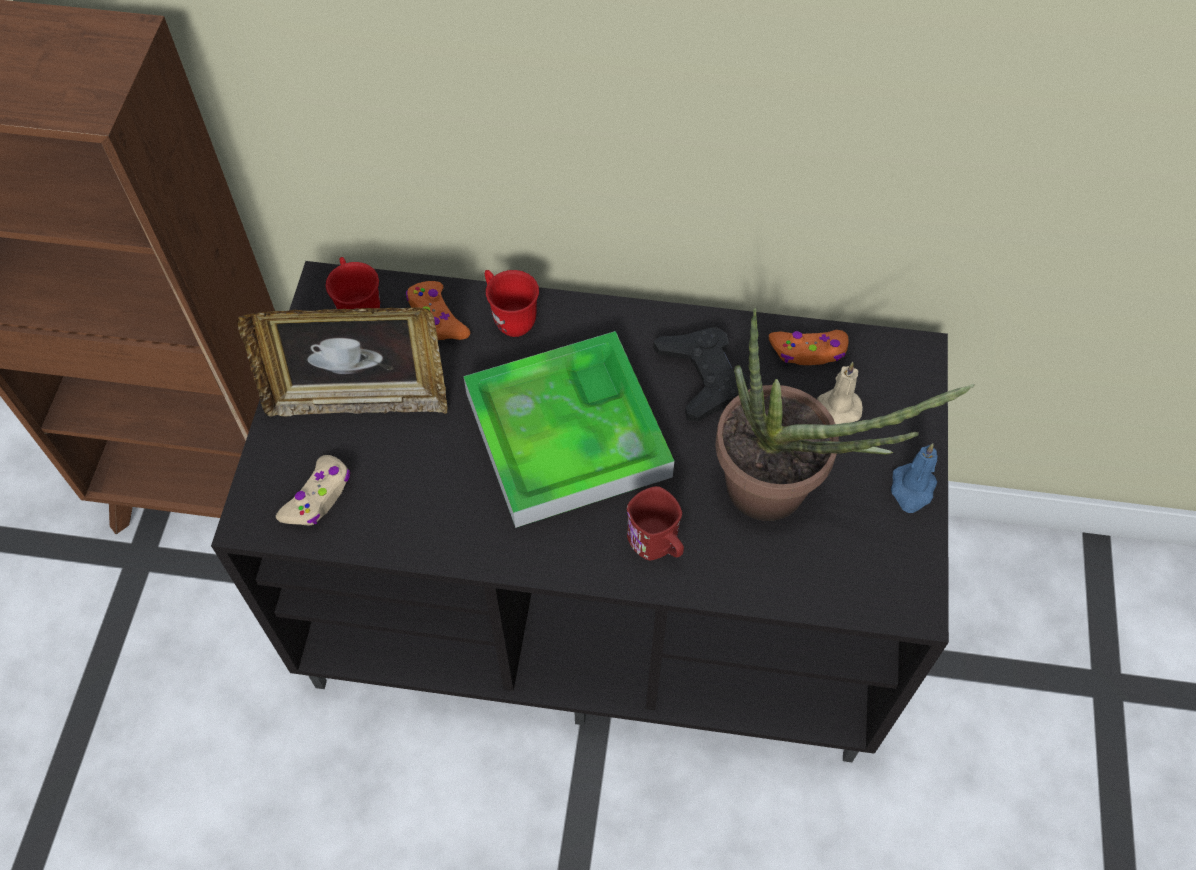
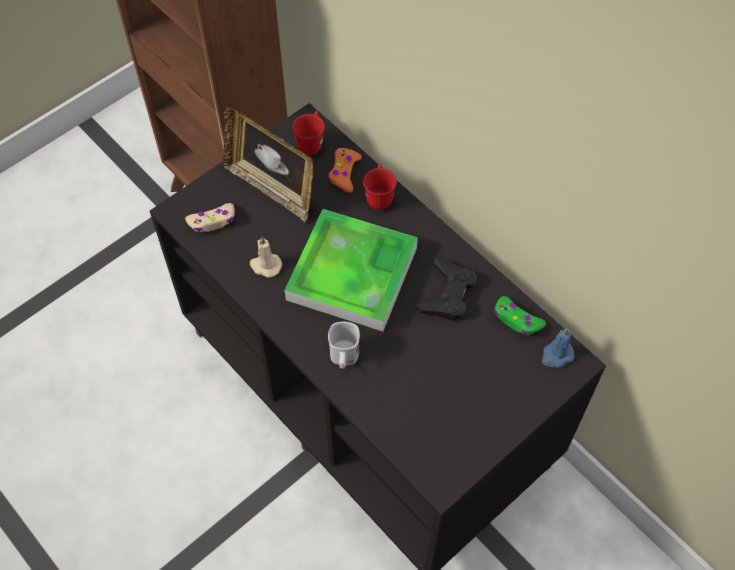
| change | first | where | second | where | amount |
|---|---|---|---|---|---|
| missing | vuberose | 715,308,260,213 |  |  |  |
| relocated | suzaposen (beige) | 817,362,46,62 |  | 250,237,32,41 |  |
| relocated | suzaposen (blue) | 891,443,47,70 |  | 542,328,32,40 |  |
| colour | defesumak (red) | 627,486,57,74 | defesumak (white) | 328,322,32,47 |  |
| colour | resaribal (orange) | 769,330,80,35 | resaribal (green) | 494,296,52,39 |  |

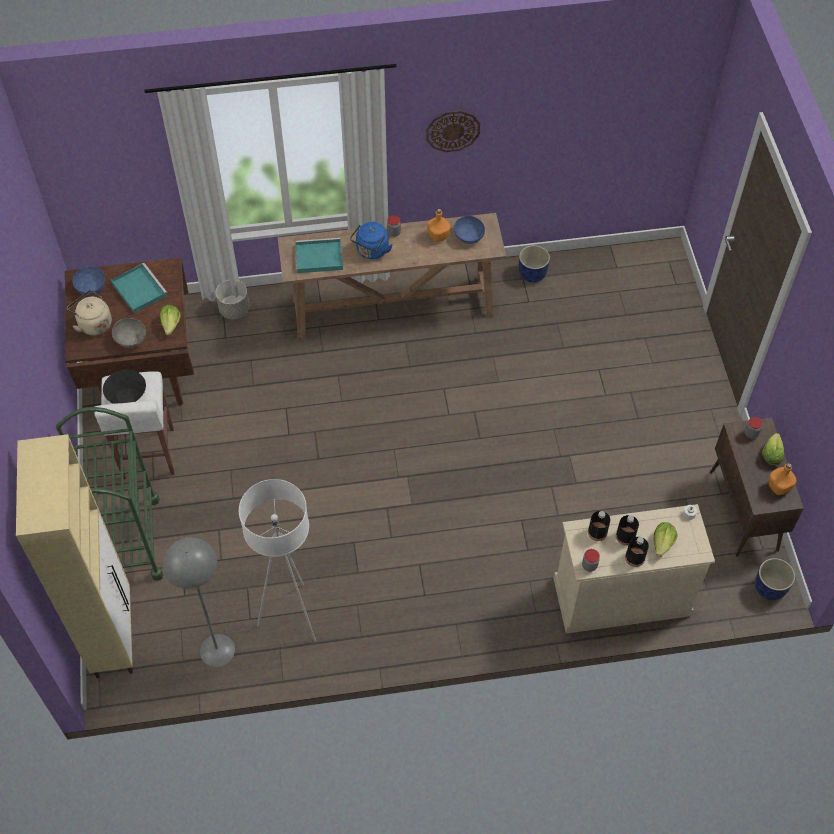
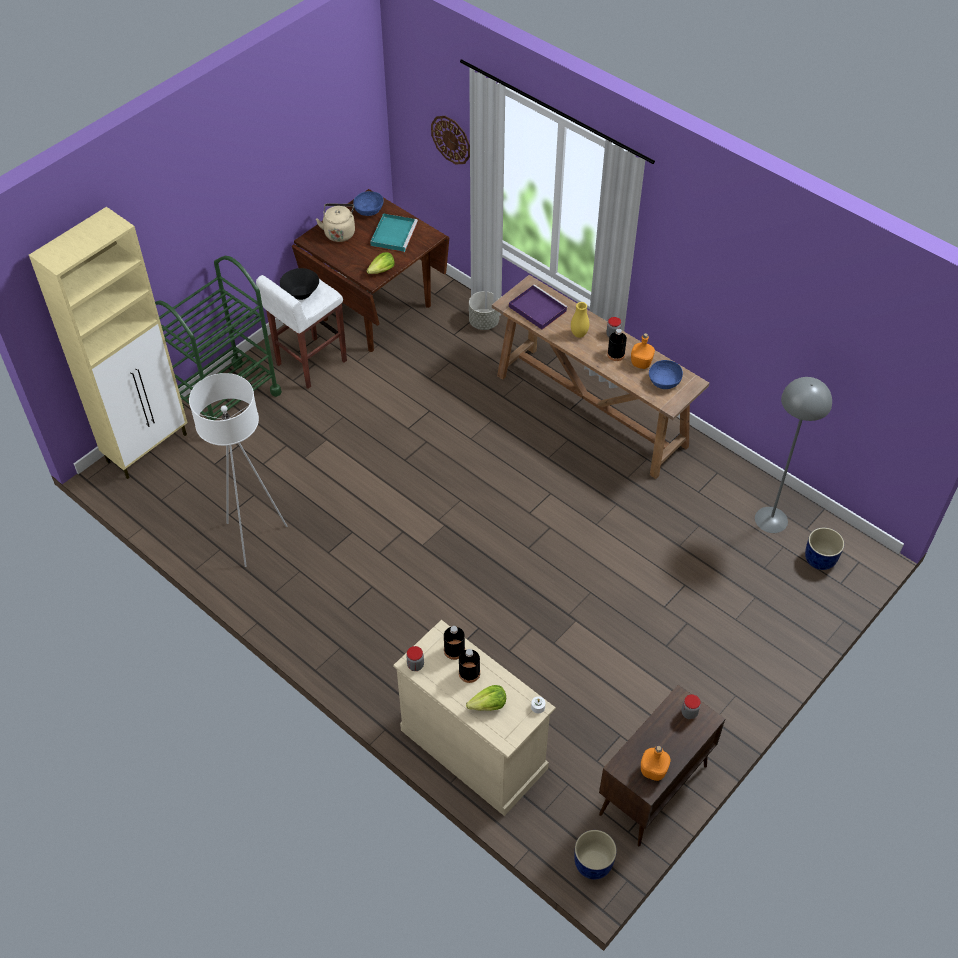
| change | first | where | second | where | amount |
|---|---|---|---|---|---|
| missing | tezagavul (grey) | 112,318,34,30 |  |  |  |
| missing | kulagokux | 762,433,22,32 |  |  |  |
| relocated | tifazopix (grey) | 163,537,72,130 |  | 755,377,77,156 |  |
| relocated | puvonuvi | 426,111,54,41 |  | 431,116,39,49 |  |
| relocated | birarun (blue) | 519,245,31,38 |  | 805,528,39,42 |  |
| relocated | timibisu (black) | 625,537,24,30 |  | 607,329,20,32 |  |
| exchanged | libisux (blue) | 350,222,42,37 | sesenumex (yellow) | 571,302,18,36 |  |
| colour | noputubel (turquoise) | 295,237,48,36 | noputubel (purple) | 509,284,59,46 |  |

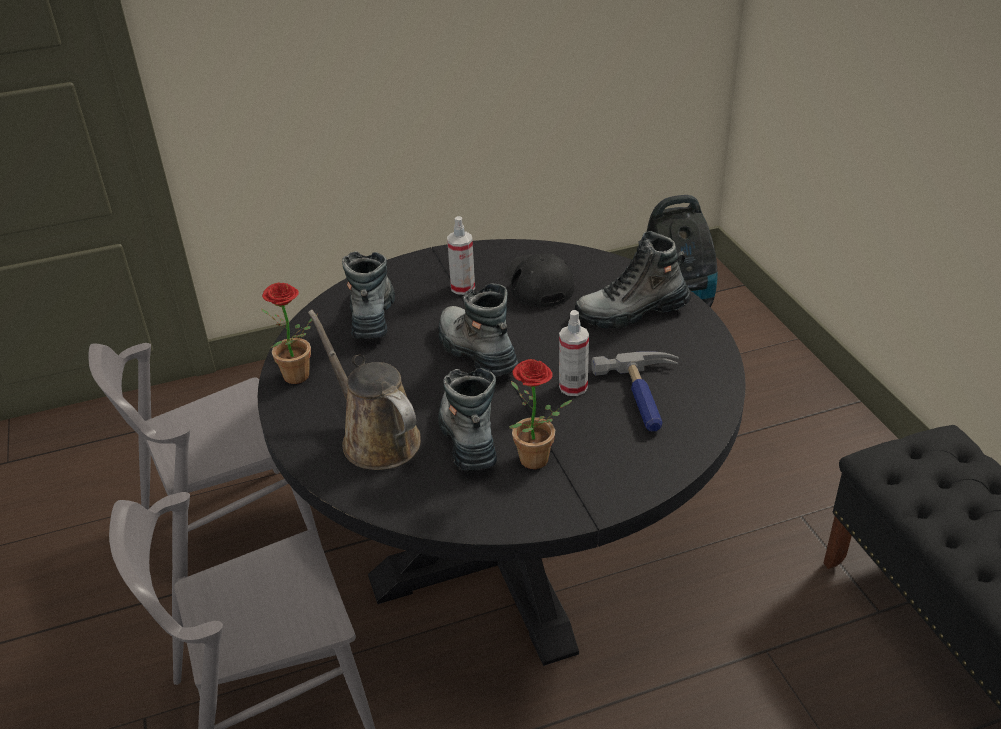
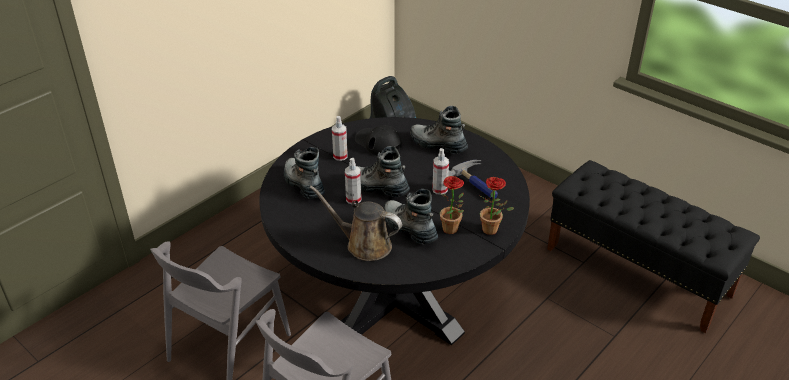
| change | first | where | second | where | amount |
|---|---|---|---|---|---|
| appeared |  |  | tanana | 345,158,17,46 |  |
| relocated | vuberose | 261,283,56,101 |  | 480,177,34,58 |  |
| spun | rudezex | 575,231,116,97 |  | 410,106,58,48 | 75 degrees clockwise |

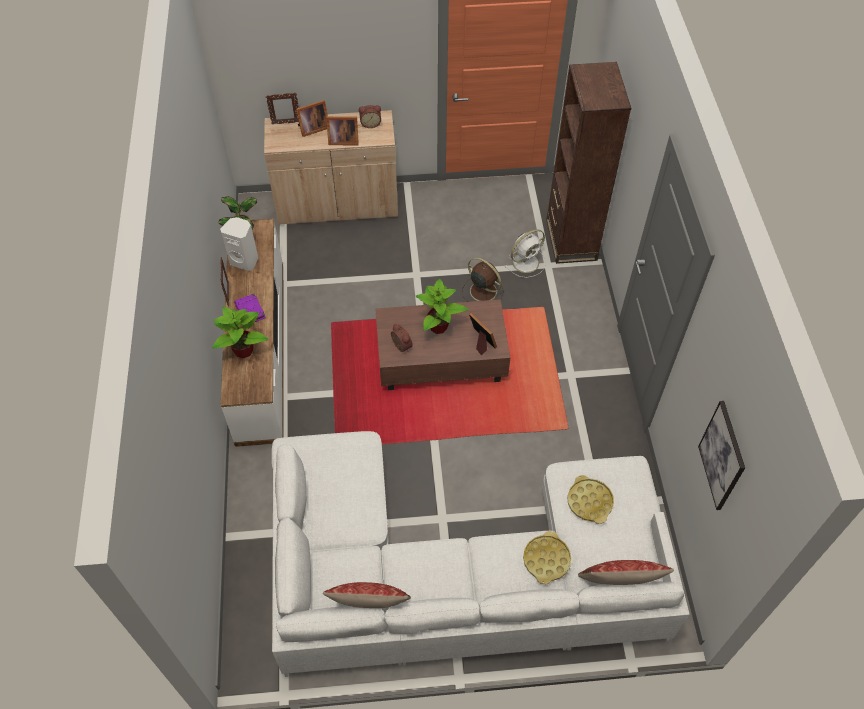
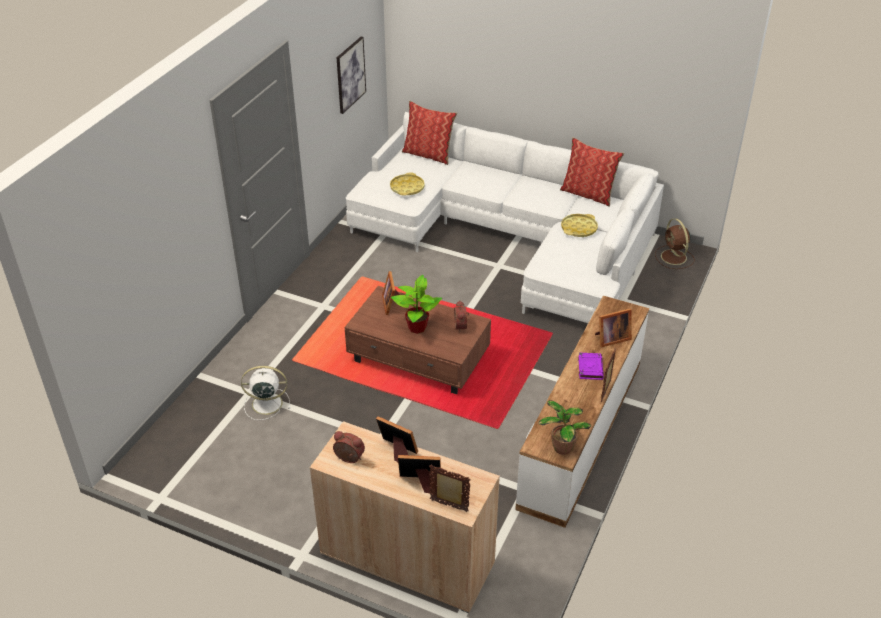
| change | first | where | second | where | amount |
|---|---|---|---|---|---|
| missing | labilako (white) | 220,217,38,54 |  |  |  |
| missing | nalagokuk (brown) | 546,62,85,202 |  |  |  |
| relocated | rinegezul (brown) | 462,257,42,45 |  | 655,218,40,51 |  |
| relocated | noputubel (yellow) | 523,531,49,53 |  | 561,214,37,23 |  |
| exchanged | vuberose | 212,307,56,52 | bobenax | 595,309,37,38 |  |

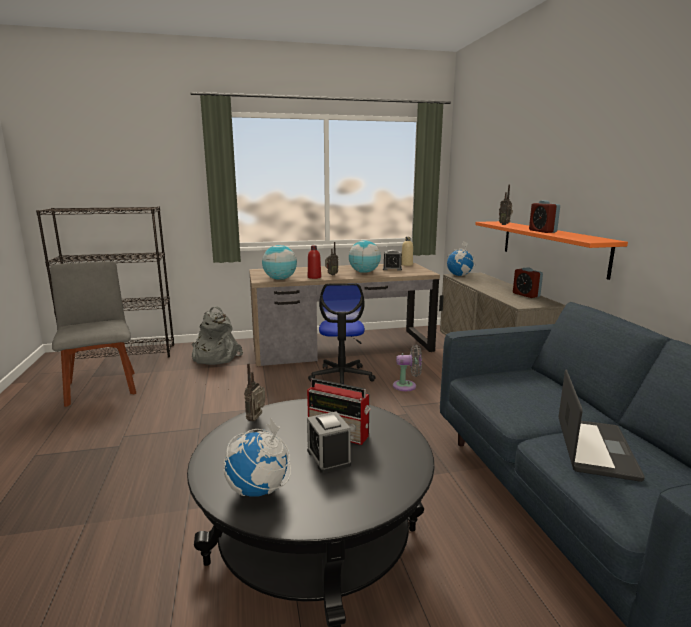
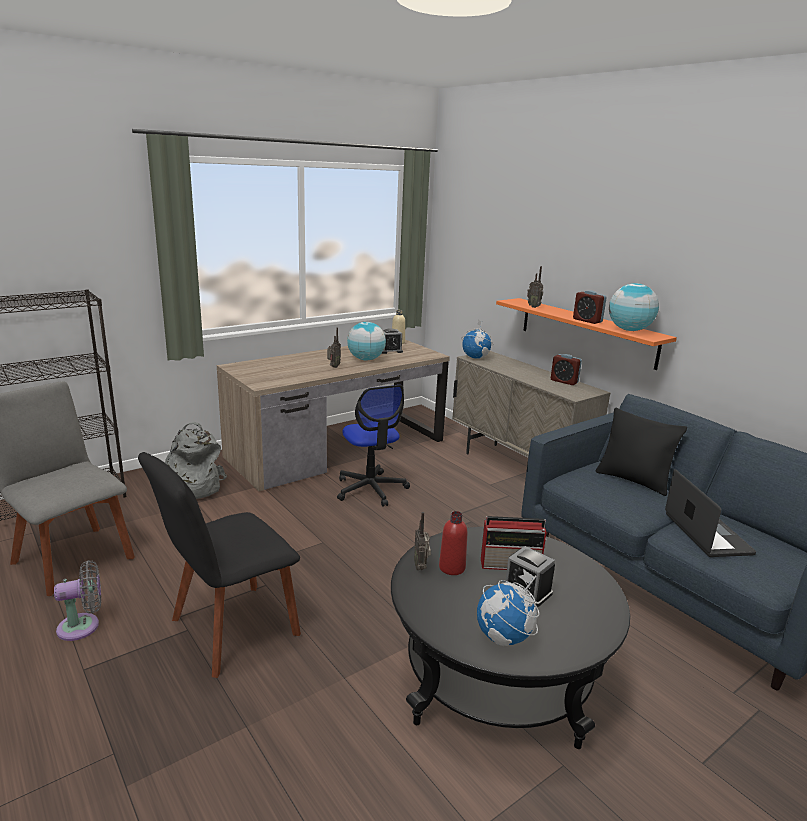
| change | first | where | second | where | amount |
|---|---|---|---|---|---|
| appeared |  |  | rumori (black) | 138,452,163,226 |  |
| appeared |  |  | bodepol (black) | 596,408,91,88 |  |
| relocated | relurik | 262,245,35,35 |  | 609,283,50,48 |  |
| relocated | timibisu (red) | 308,245,13,34 |  | 439,511,28,64 |  |
| relocated | rinegezul (grey) | 393,345,29,46 |  | 54,560,47,81 |  |

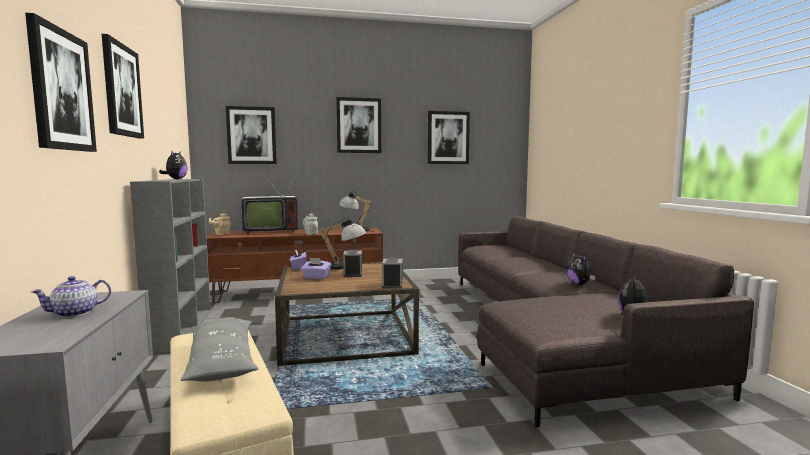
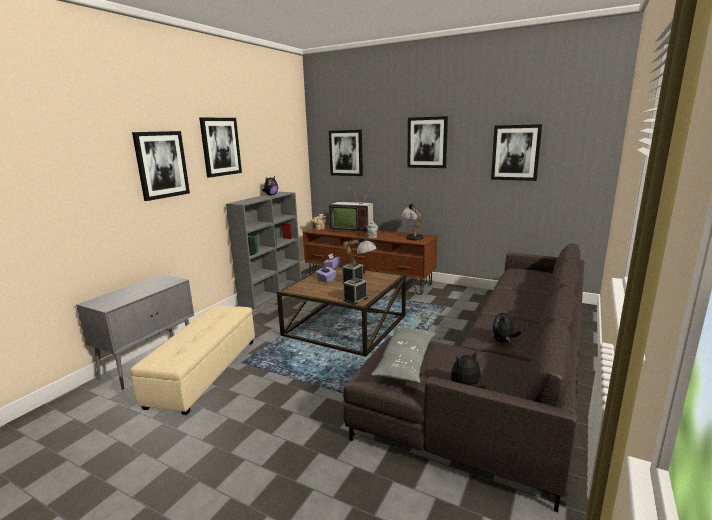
| change | first | where | second | where | amount |
|---|---|---|---|---|---|
| missing | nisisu | 31,276,80,42 |  |  |  |
| relocated | bodepol (grey) | 181,318,78,64 |  | 371,328,65,55 |  |

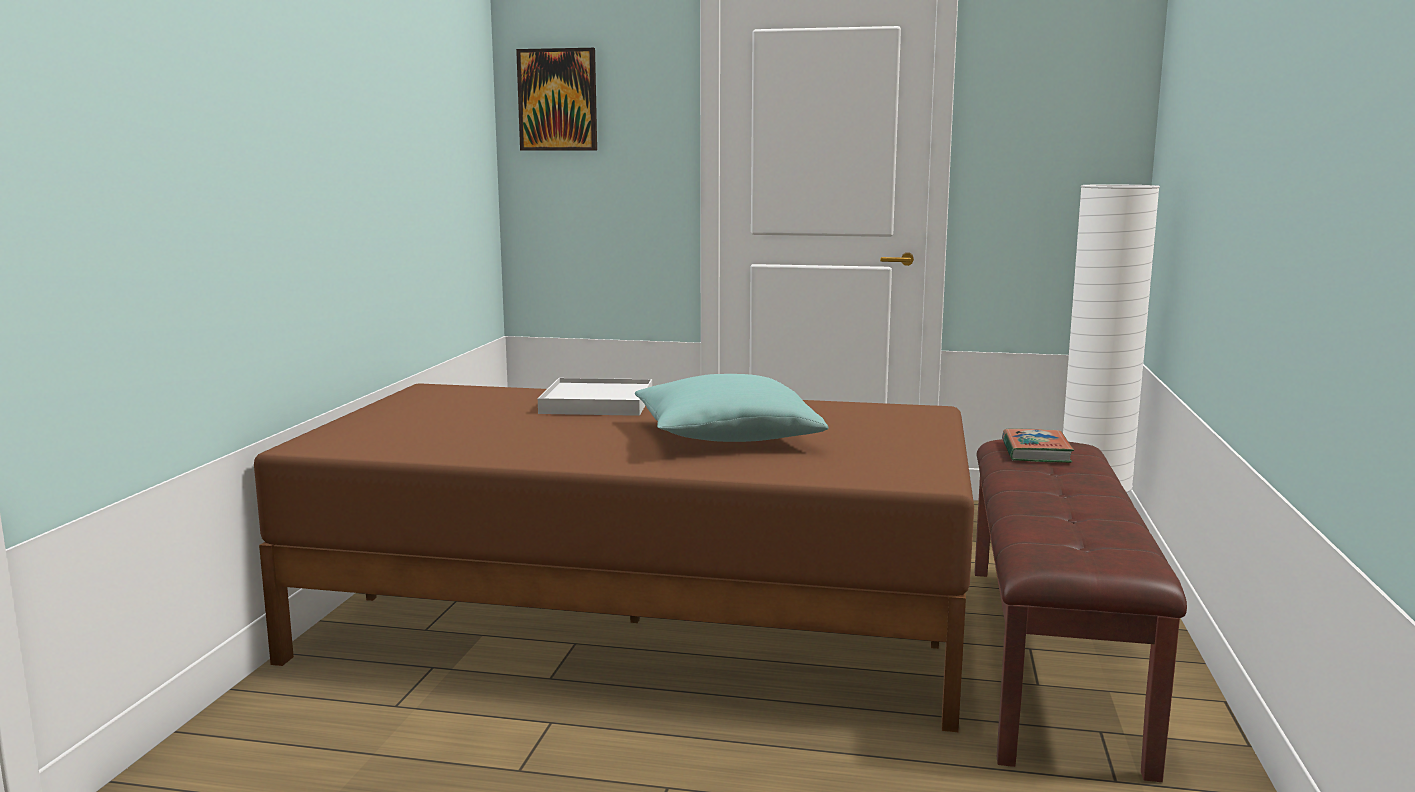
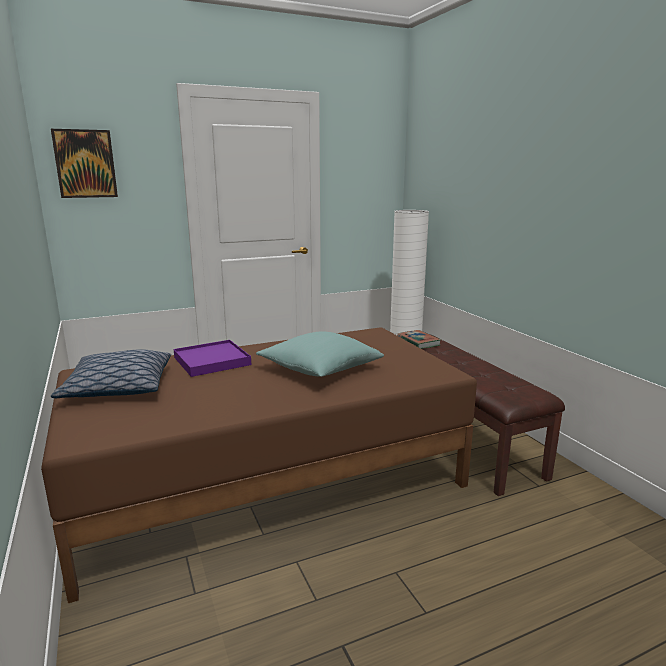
| change | first | where | second | where | amount |
|---|---|---|---|---|---|
| appeared |  |  | bodepol | 51,349,120,49 |  |
| colour | noputubel (white) | 538,378,114,38 | noputubel (purple) | 174,340,77,37 |  |

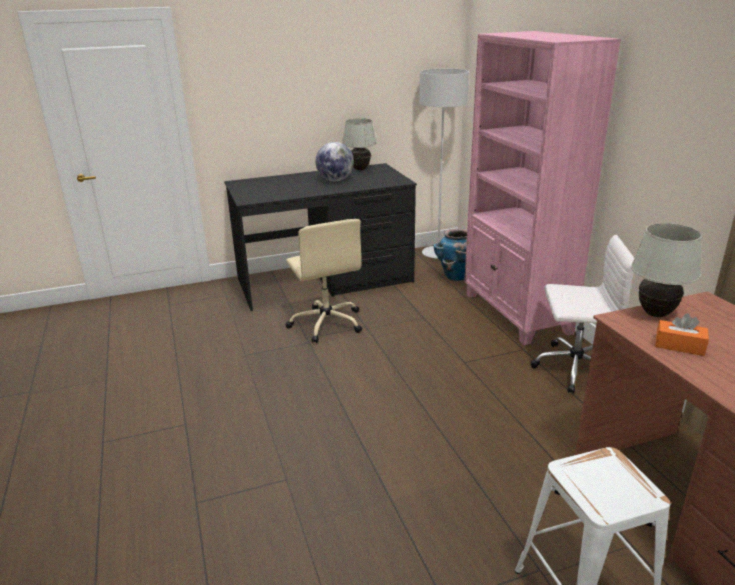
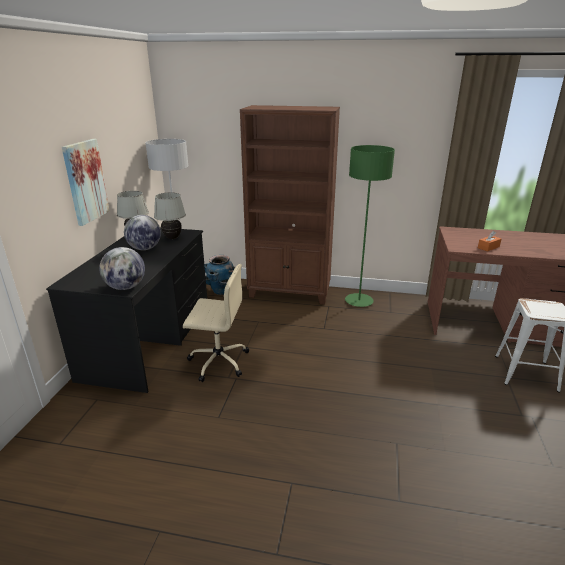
| change | first | where | second | where | amount |
|---|---|---|---|---|---|
| appeared |  |  | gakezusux | 62,139,48,87 |  |
| appeared |  |  | relurik | 99,247,46,43 |  |
| relocated | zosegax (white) | 631,223,71,94 |  | 154,192,32,47 |  |
| exchanged | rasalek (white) | 530,235,104,159 | tifazopix (green) | 345,145,50,162 |  |
| colour | nalagokuk (pink) | 464,31,157,314 | nalagokuk (brown) | 240,105,100,200 |  |

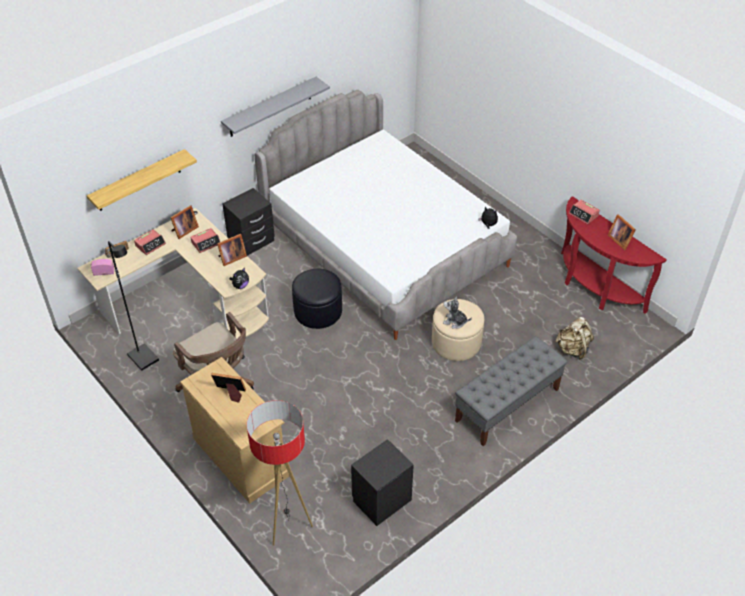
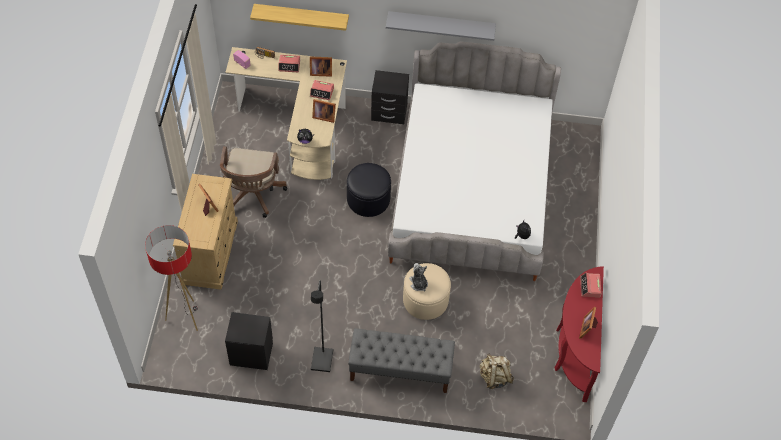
| change | first | where | second | where | amount |
|---|---|---|---|---|---|
| relocated | tifazopix (black) | 108,241,51,130 |  | 311,280,22,92 |  |

